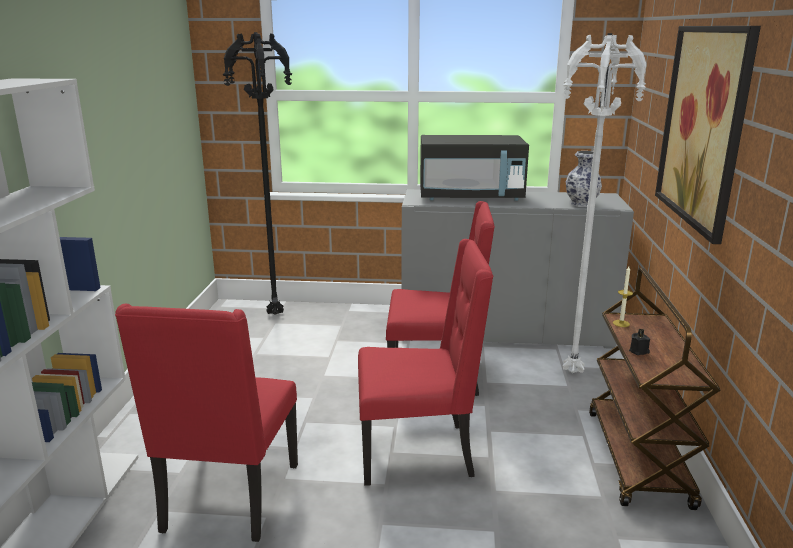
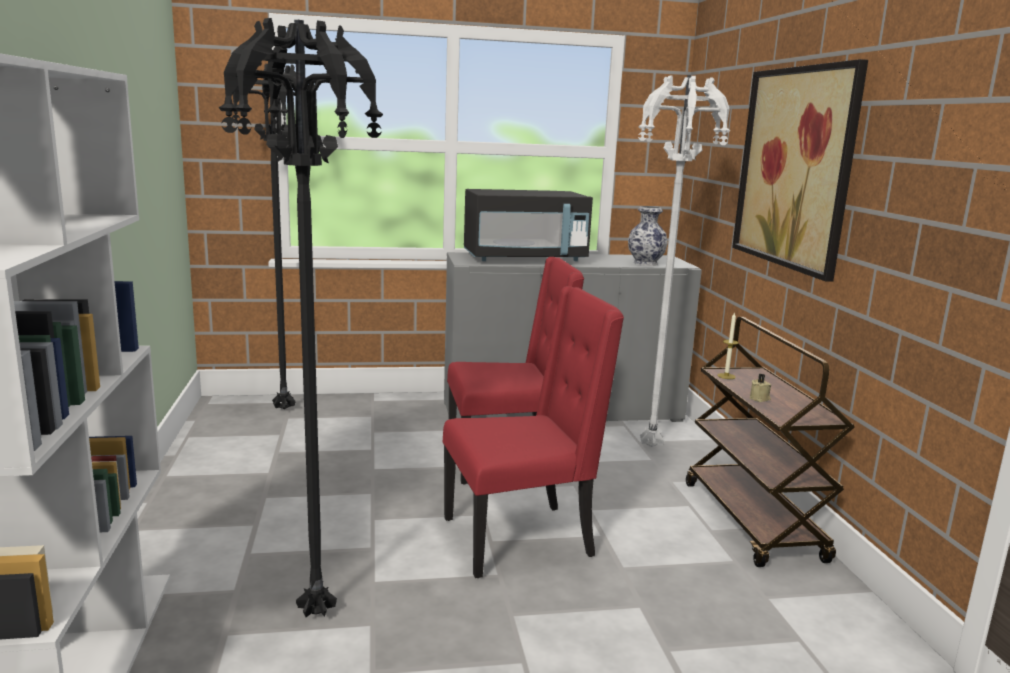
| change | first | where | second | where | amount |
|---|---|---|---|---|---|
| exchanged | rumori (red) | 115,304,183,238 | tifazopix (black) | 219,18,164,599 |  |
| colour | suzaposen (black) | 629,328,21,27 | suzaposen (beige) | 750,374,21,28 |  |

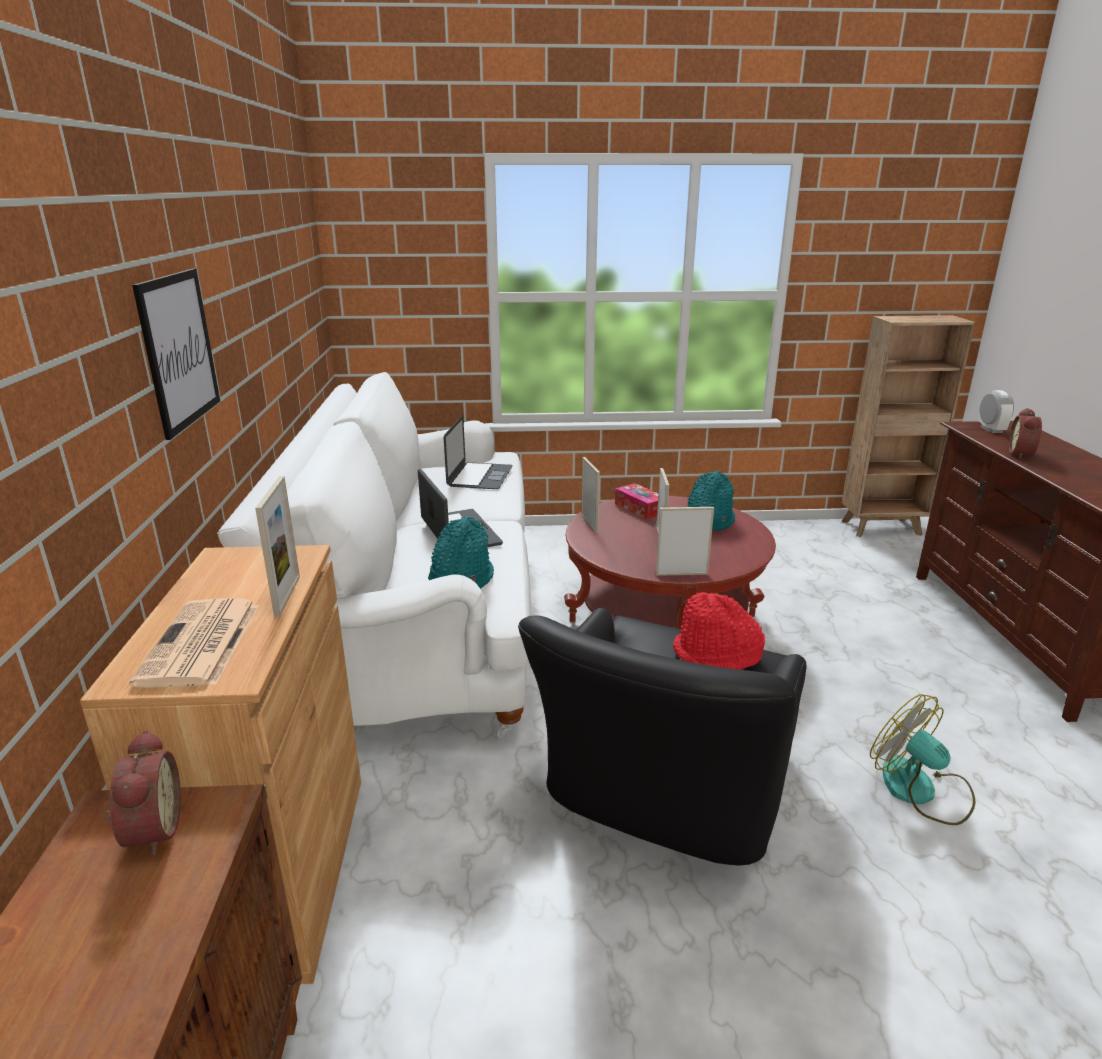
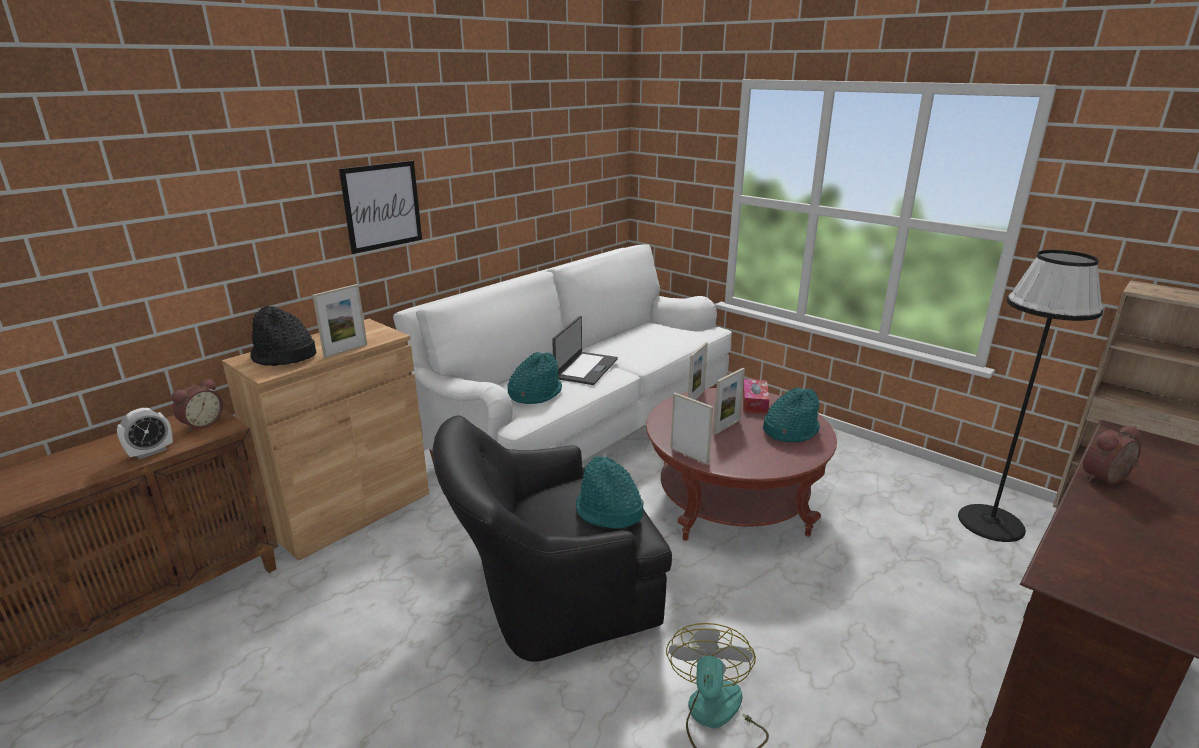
| change | first | where | second | where | amount |
|---|---|---|---|---|---|
| missing | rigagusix | 444,416,69,73 |  |  |  |
| appeared |  |  | tifazopix (black) | 958,250,145,292 |  |
| relocated | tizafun | 978,390,36,43 |  | 117,408,56,51 |  |
| exchanged | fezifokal | 129,598,130,90 | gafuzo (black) | 250,306,66,60 |  |
| colour | gafuzo (red) | 673,592,92,78 | gafuzo (turquoise) | 576,456,68,73 |  |

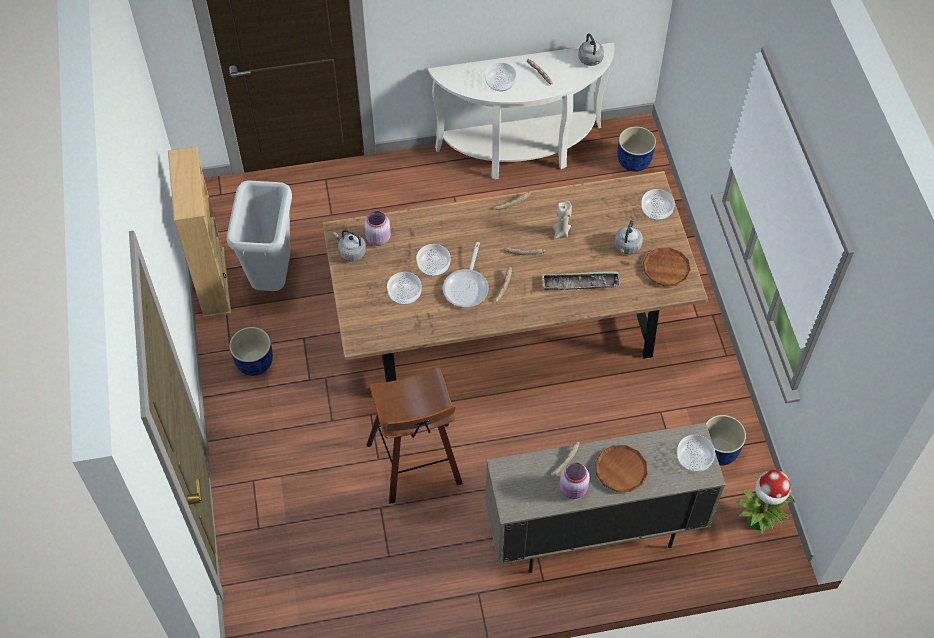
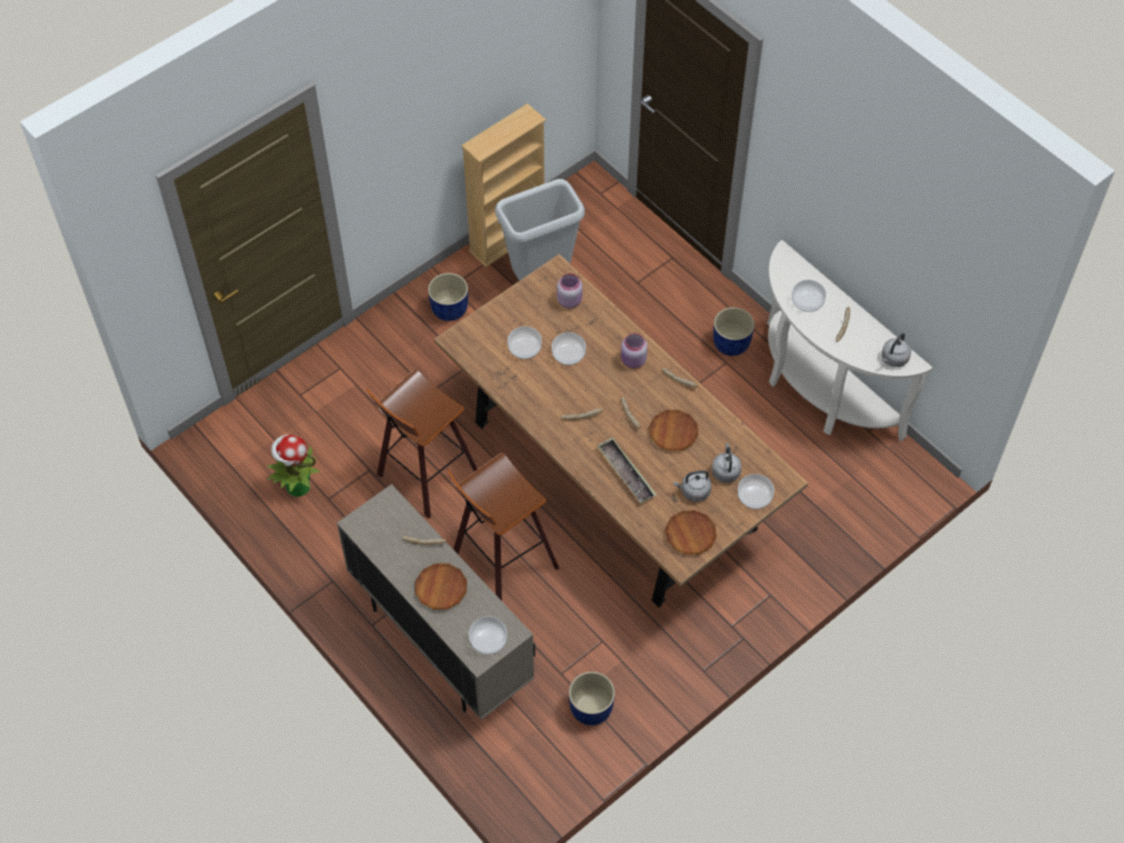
| change | first | where | second | where | amount |
|---|---|---|---|---|---|
| missing | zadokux | 443,242,46,65 |  |  |  |
| appeared |  |  | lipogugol | 448,453,111,148 |  |
| relocated | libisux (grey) | 333,229,33,33 |  | 712,443,30,40 |  |
| relocated | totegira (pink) | 559,463,31,36 |  | 621,333,27,35 |  |
| relocated | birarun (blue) | 618,126,38,46 |  | 713,307,41,49 |  |
| relocated | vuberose | 736,470,59,64 |  | 267,435,53,62 |  |
| exchanged | suzaposen (beige) | 553,201,19,37 | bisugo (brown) | 649,410,50,41 |  |

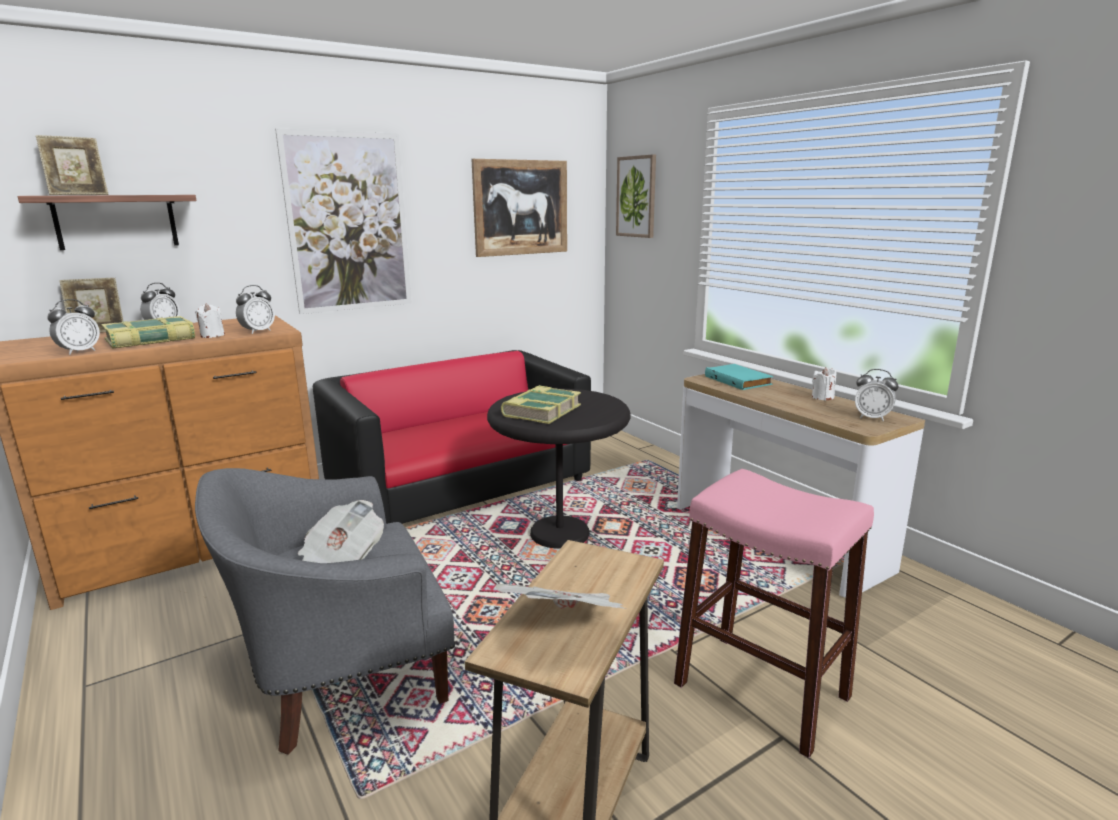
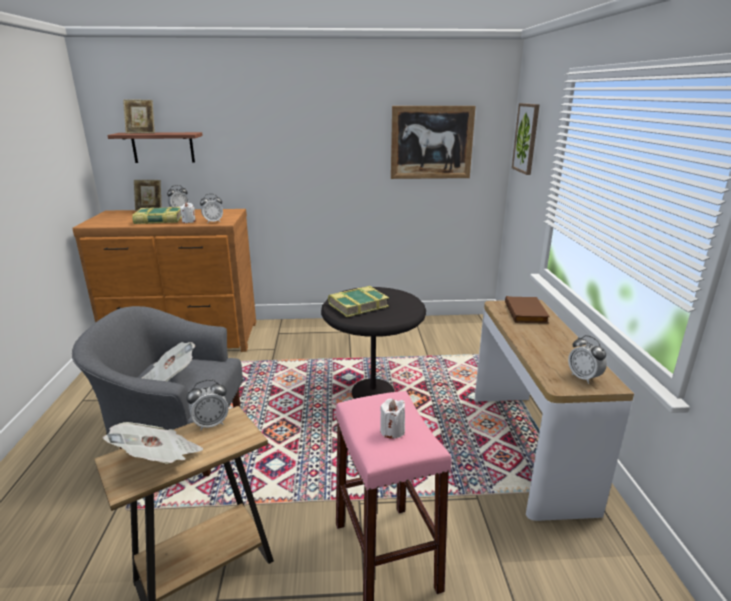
| change | first | where | second | where | amount |
|---|---|---|---|---|---|
| missing | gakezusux | 275,128,136,186 |  |  |  |
| missing | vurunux | 313,350,278,174 |  |  |  |
| relocated | tizafun | 47,299,53,56 |  | 186,380,42,50 |  |
| relocated | suzaposen (white) | 812,367,24,34 |  | 380,399,25,40 |  |
| colour | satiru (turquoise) | 705,364,68,26 | satiru (brown) | 505,296,45,27 |  |

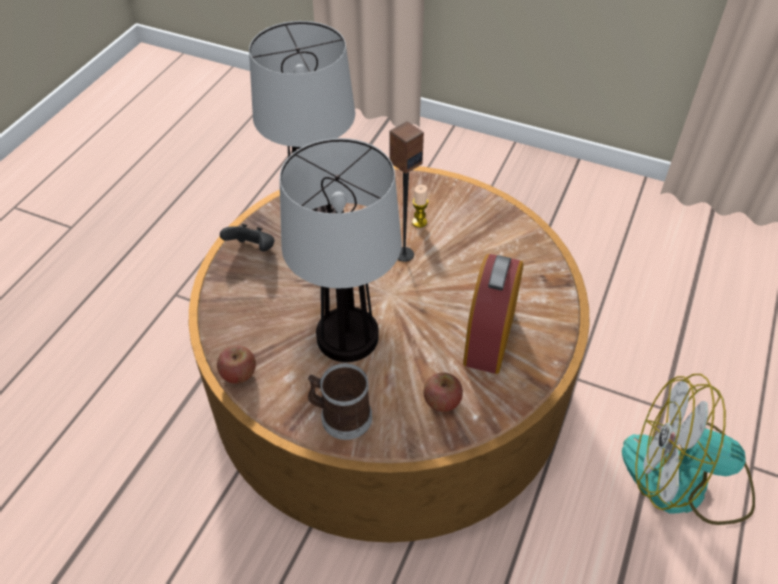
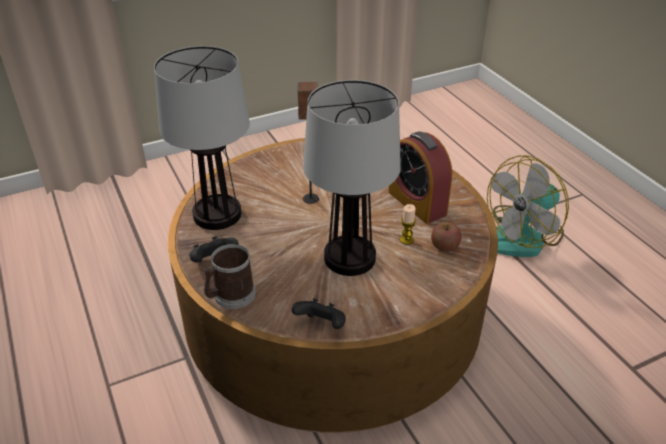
| change | first | where | second | where | amount |
|---|---|---|---|---|---|
| relocated | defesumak | 308,363,64,77 |  | 203,244,53,65 |  |
| relocated | suzaposen | 412,185,16,43 |  | 400,204,16,41 |  |
| exchanged | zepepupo | 217,345,39,39 | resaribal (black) | 292,298,54,31 |  |

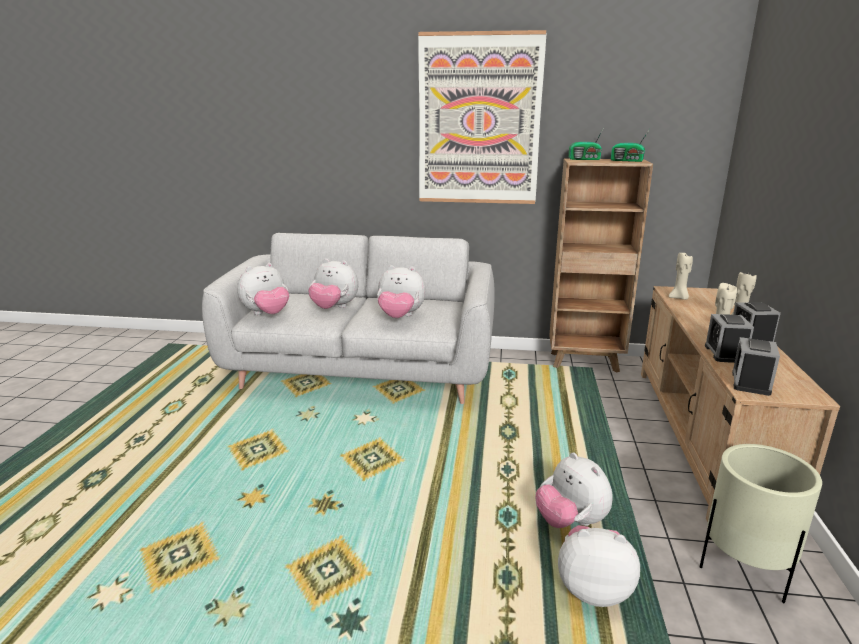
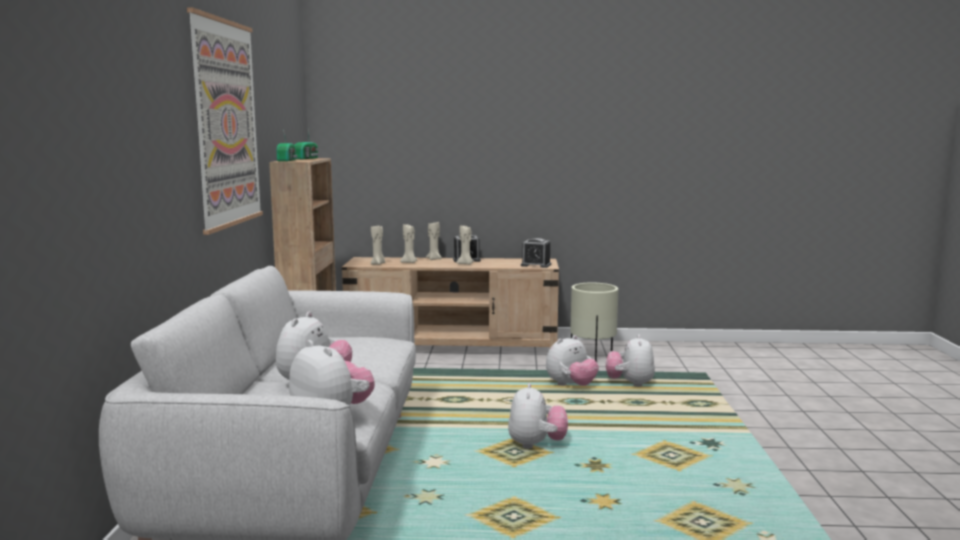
| change | first | where | second | where | amount |
|---|---|---|---|---|---|
| missing | tizafun | 705,314,49,49 |  |  |  |
| appeared |  |  | suzaposen (beige) | 400,224,17,39 |  |
| relocated | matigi | 377,265,49,53 |  | 508,383,60,66 |  |

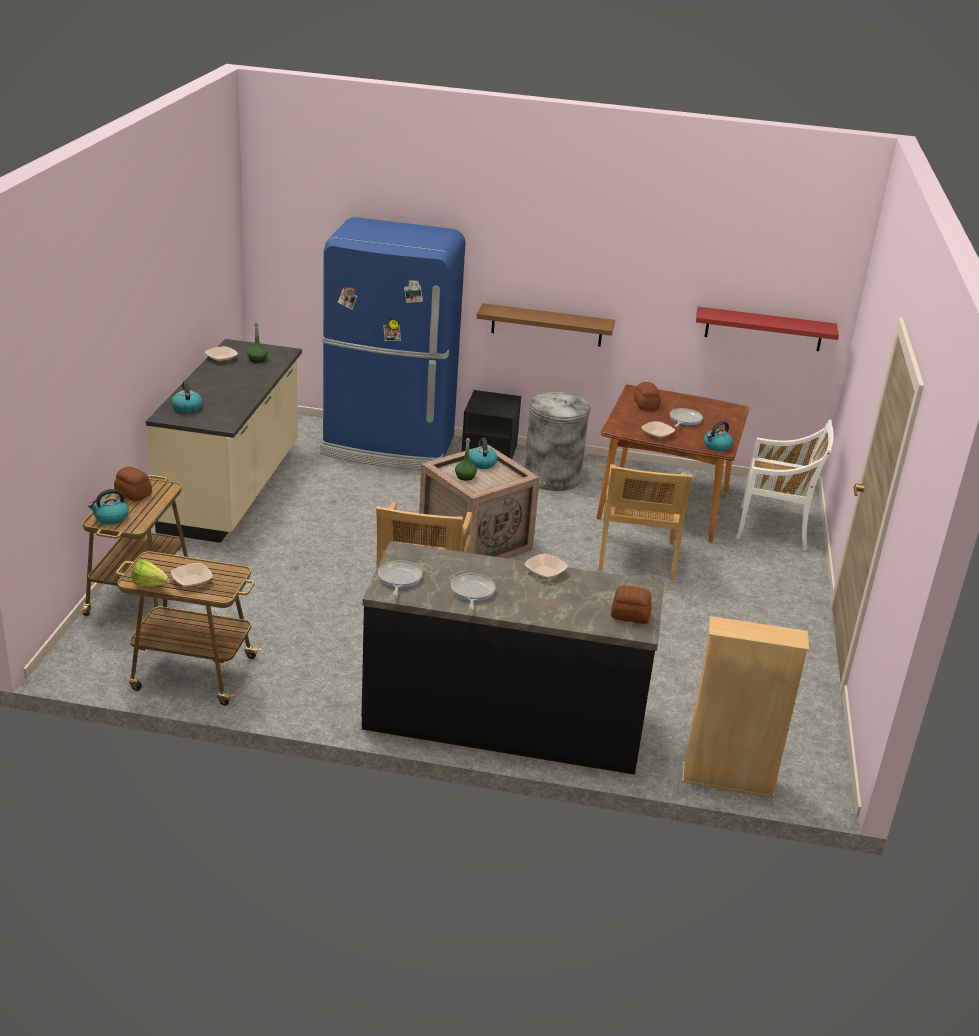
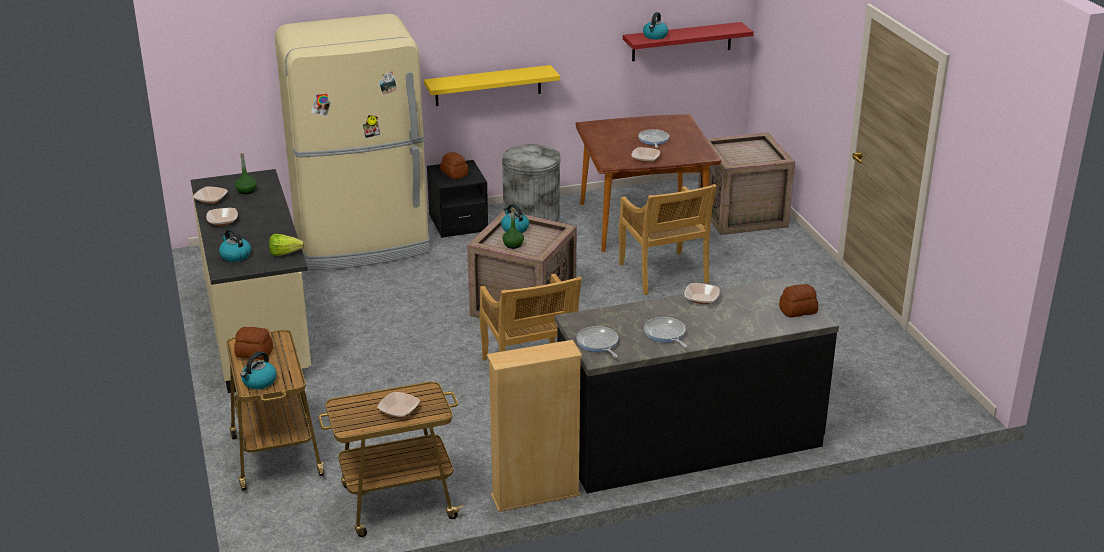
| change | first | where | second | where | amount |
|---|---|---|---|---|---|
| appeared |  |  | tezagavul | 206,208,32,18 |  |
| relocated | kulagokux | 132,559,38,27 |  | 269,234,36,22 |  |
| relocated | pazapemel | 634,382,27,29 |  | 440,152,28,27 |  |
| relocated | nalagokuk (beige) | 682,616,127,182 |  | 487,340,95,172 |  |
| relocated | libisux | 704,421,29,30 |  | 643,12,25,28 |  |
| exchanged | rumori (white) | 736,419,98,132 | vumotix | 698,132,97,103 |  |
| colour | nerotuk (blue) | 320,217,145,253 | nerotuk (beige) | 275,14,155,256 |  |
| colour | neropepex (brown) | 477,303,138,44 | neropepex (yellow) | 424,65,136,41 |  |

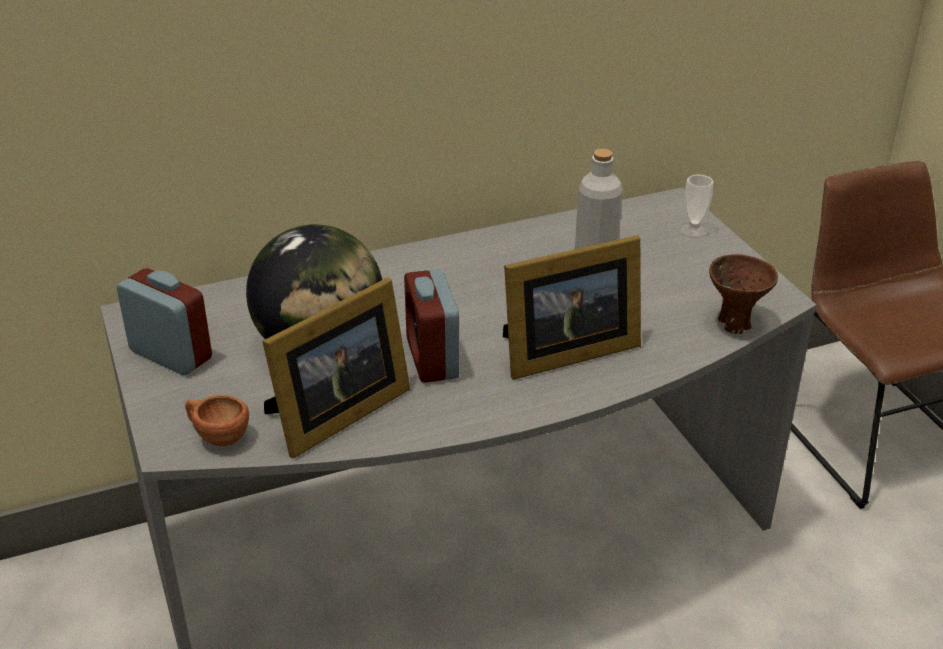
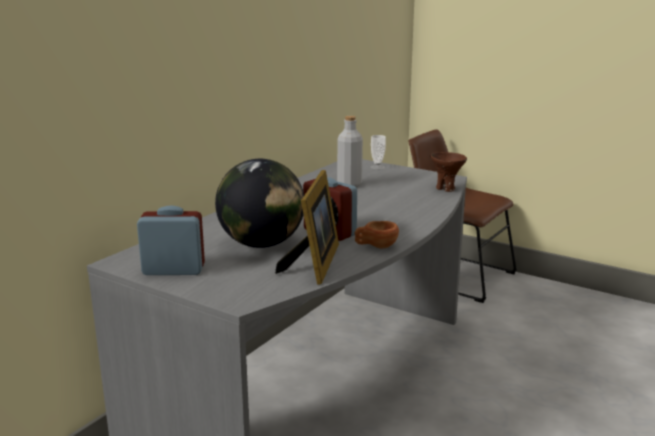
| change | first | where | second | where | amount |
|---|---|---|---|---|---|
| missing | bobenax | 503,235,138,145 |  |  |  |
| relocated | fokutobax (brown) | 185,395,64,51 |  | 355,221,44,27 |  |

